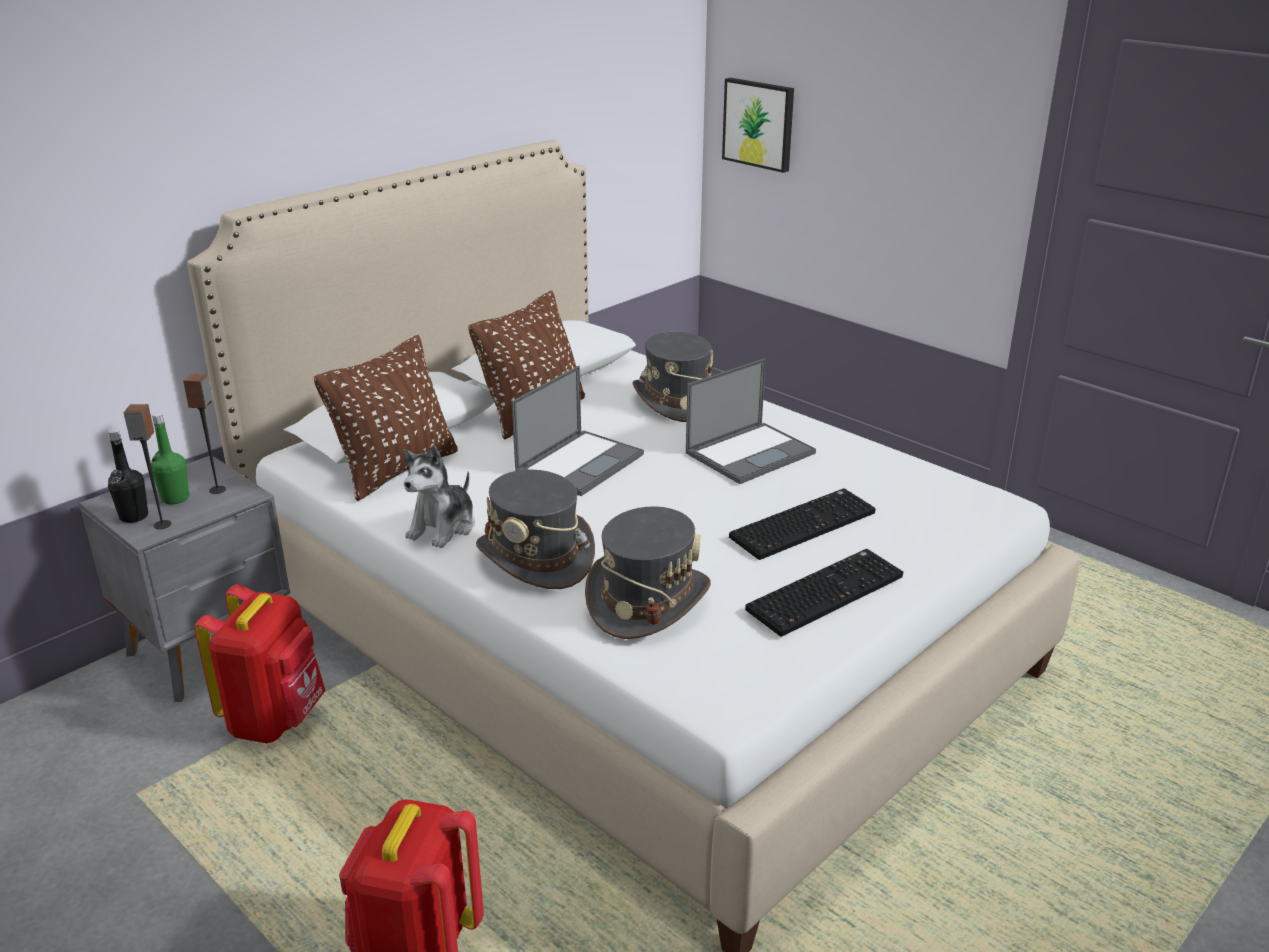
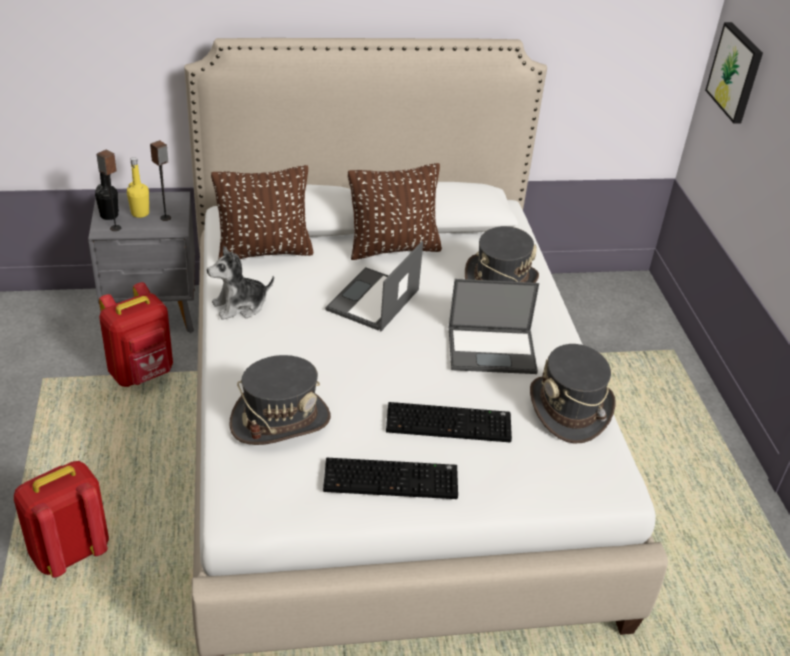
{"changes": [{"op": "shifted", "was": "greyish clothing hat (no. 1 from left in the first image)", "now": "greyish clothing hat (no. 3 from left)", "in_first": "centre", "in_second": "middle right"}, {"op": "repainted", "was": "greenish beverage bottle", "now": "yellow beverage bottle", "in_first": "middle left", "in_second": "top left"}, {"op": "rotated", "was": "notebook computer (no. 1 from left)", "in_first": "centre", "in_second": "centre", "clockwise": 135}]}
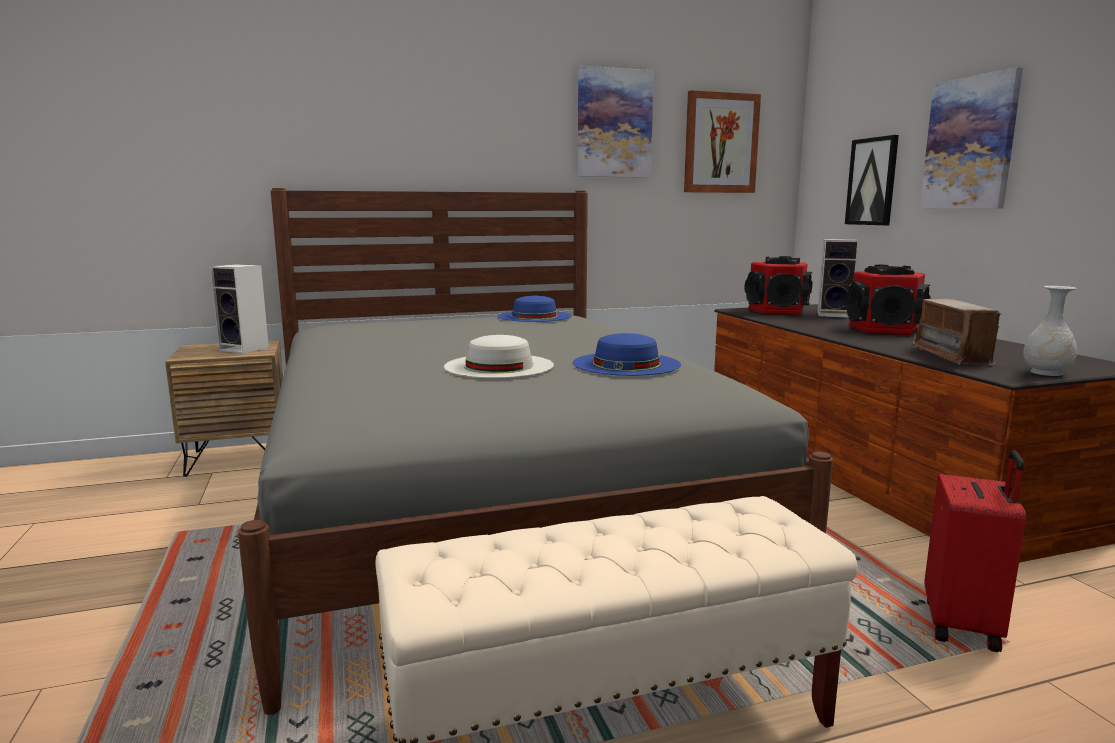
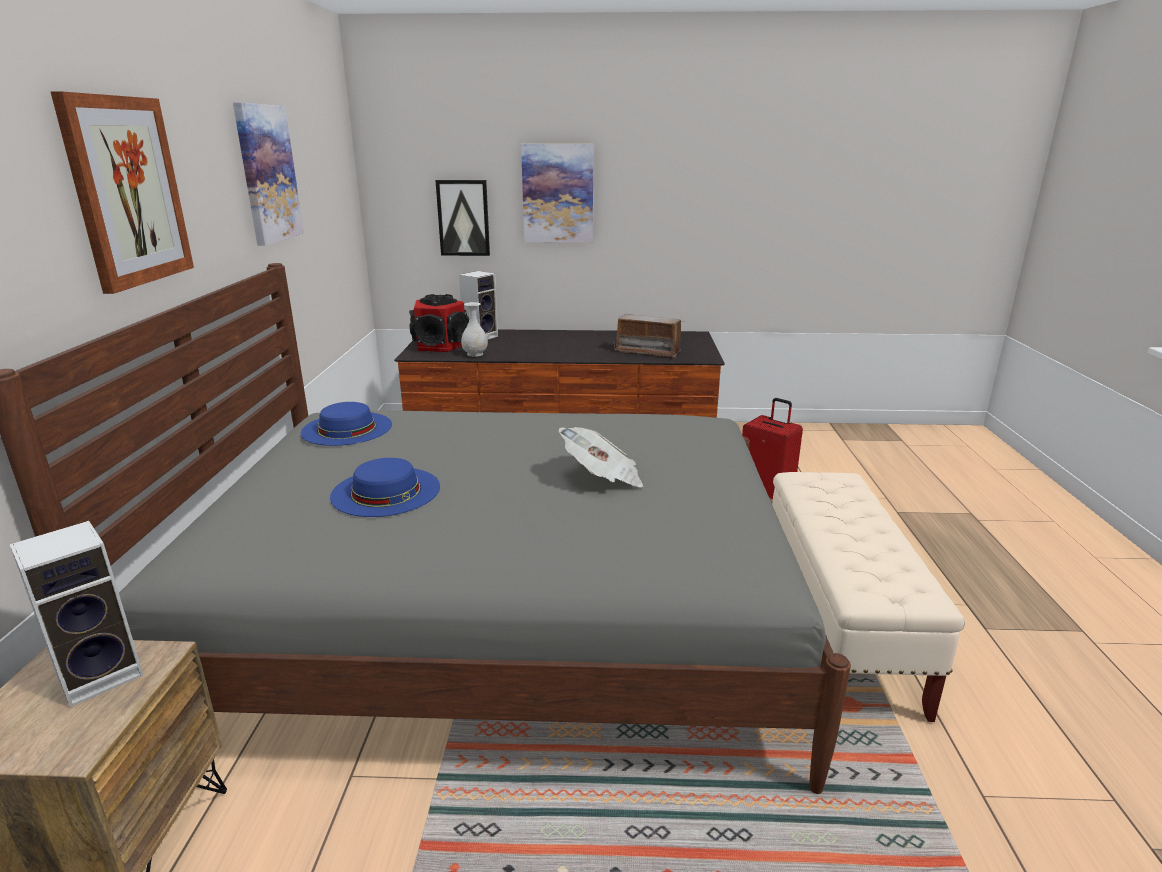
{"changes": [{"op": "gone", "was": "speaker (no. 4 from left)", "in_first": "middle right"}, {"op": "shifted", "was": "bluish clothing hat (no. 2 from left)", "in_first": "centre", "in_second": "middle left"}, {"op": "shifted", "was": "wall picture (no. 2 from left in the first image)", "now": "wall picture (no. 1 from left)", "in_first": "top centre", "in_second": "top left"}, {"op": "shifted", "was": "whitish decorative vase", "in_first": "middle right", "in_second": "centre"}, {"op": "swapped", "was": "whitish clothing hat", "now": "printed paper", "in_first": "centre", "in_second": "centre"}]}
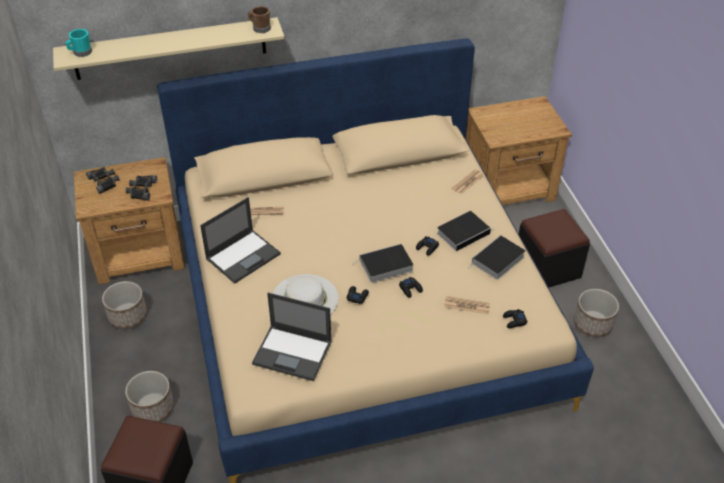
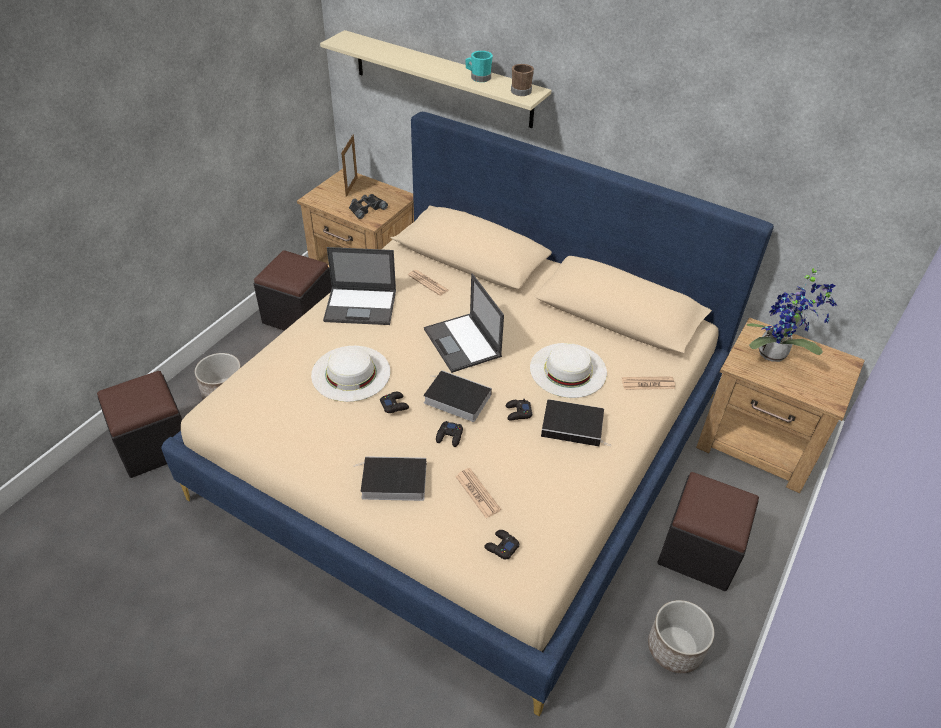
{"changes": [{"op": "new", "now": "whitish clothing hat (no. 2 from left)", "in_second": "centre"}, {"op": "new", "now": "potted plant", "in_second": "middle right"}, {"op": "shifted", "was": "turquoise tea mug", "in_first": "top left", "in_second": "top centre"}, {"op": "shifted", "was": "notebook computer (no. 2 from left)", "in_first": "bottom centre", "in_second": "centre"}, {"op": "shifted", "was": "book (no. 3 from left in the first image)", "now": "book (no. 1 from left)", "in_first": "middle right", "in_second": "centre"}, {"op": "swapped", "was": "blackish binoculars (no. 1 from left)", "now": "photo frame", "in_first": "middle left", "in_second": "top centre"}, {"op": "swapped", "was": "flower pot (no. 1 from left)", "now": "blackish footrest (no. 2 from left)", "in_first": "middle left", "in_second": "middle left"}]}
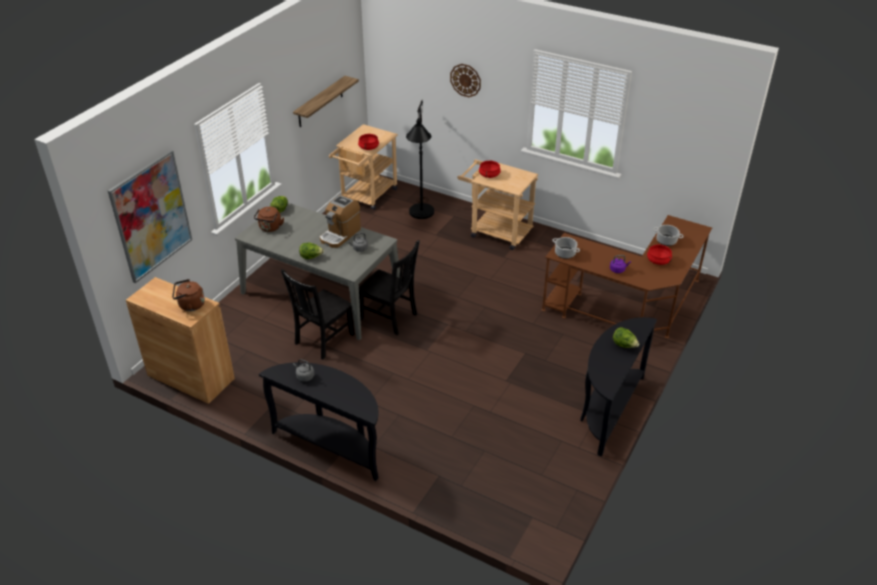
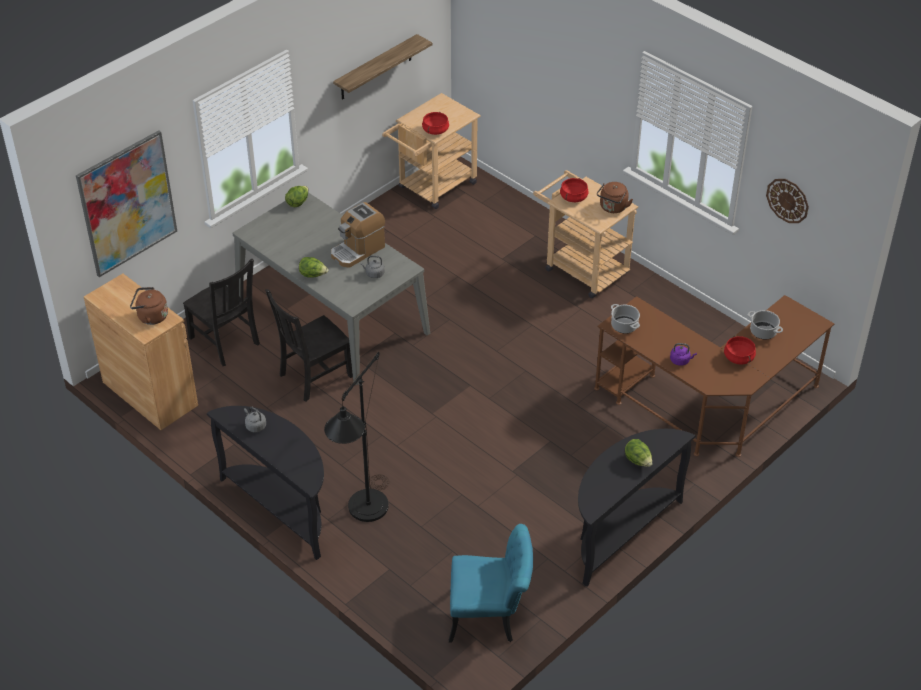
{"changes": [{"op": "new", "now": "turquoise upright chair", "in_second": "bottom centre"}, {"op": "shifted", "was": "brown-coloured kettle (no. 2 from left)", "in_first": "middle left", "in_second": "top right"}, {"op": "shifted", "was": "blackish upright chair (no. 2 from left in the first image)", "now": "blackish upright chair (no. 1 from left)", "in_first": "centre", "in_second": "middle left"}, {"op": "shifted", "was": "blackish standard lamp", "in_first": "top centre", "in_second": "centre"}, {"op": "shifted", "was": "hanging clock", "in_first": "top centre", "in_second": "top right"}]}
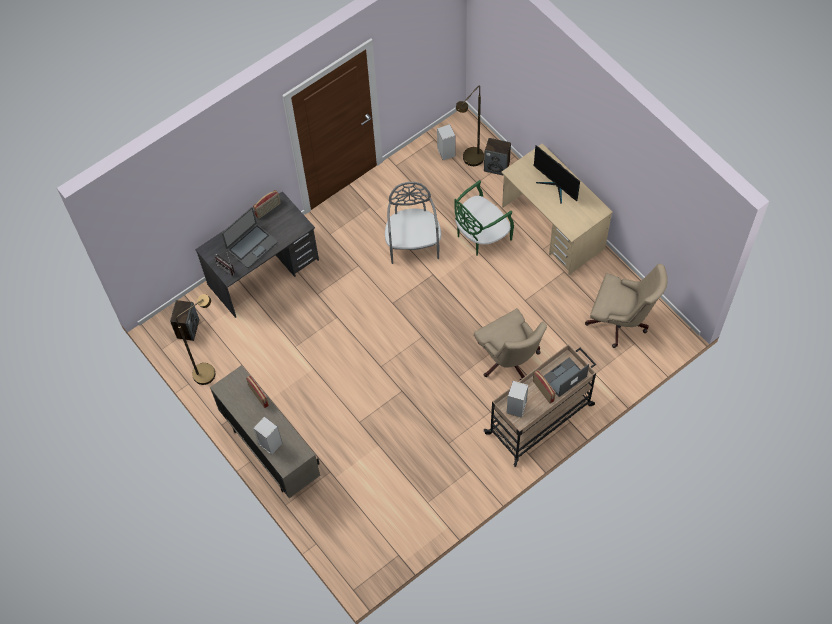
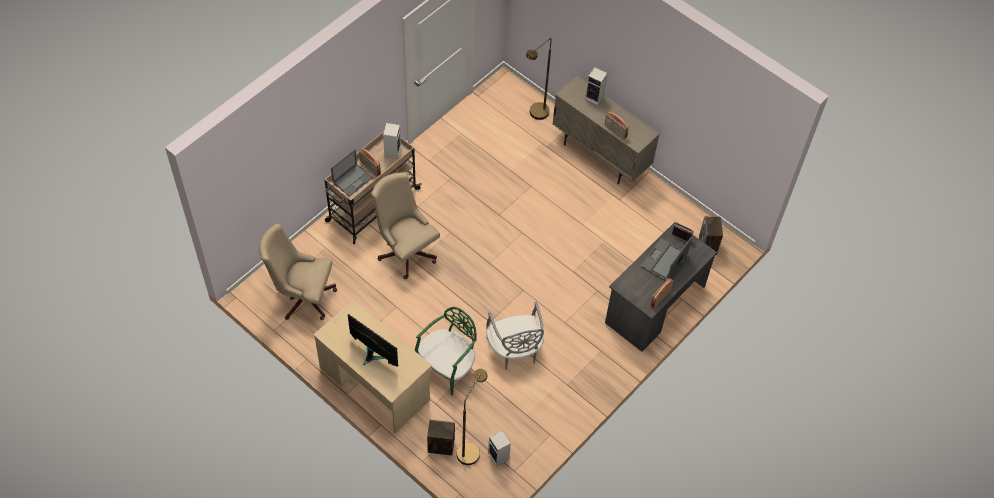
{"changes": [{"op": "shifted", "was": "brown-coloured standard lamp (no. 1 from left in the first image)", "now": "brown-coloured standard lamp (no. 2 from left)", "in_first": "middle left", "in_second": "top centre"}]}
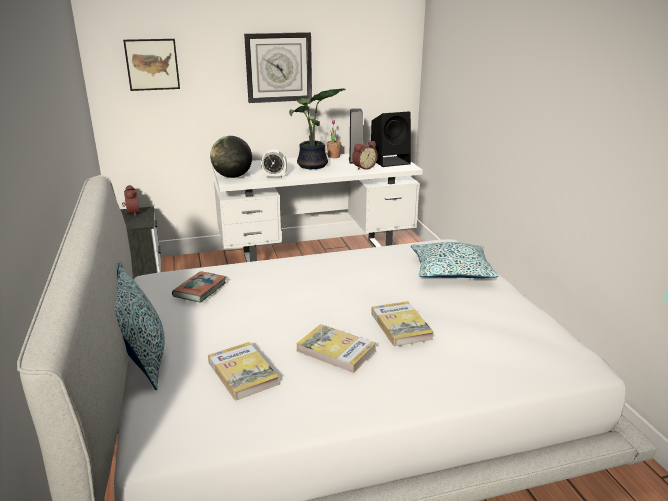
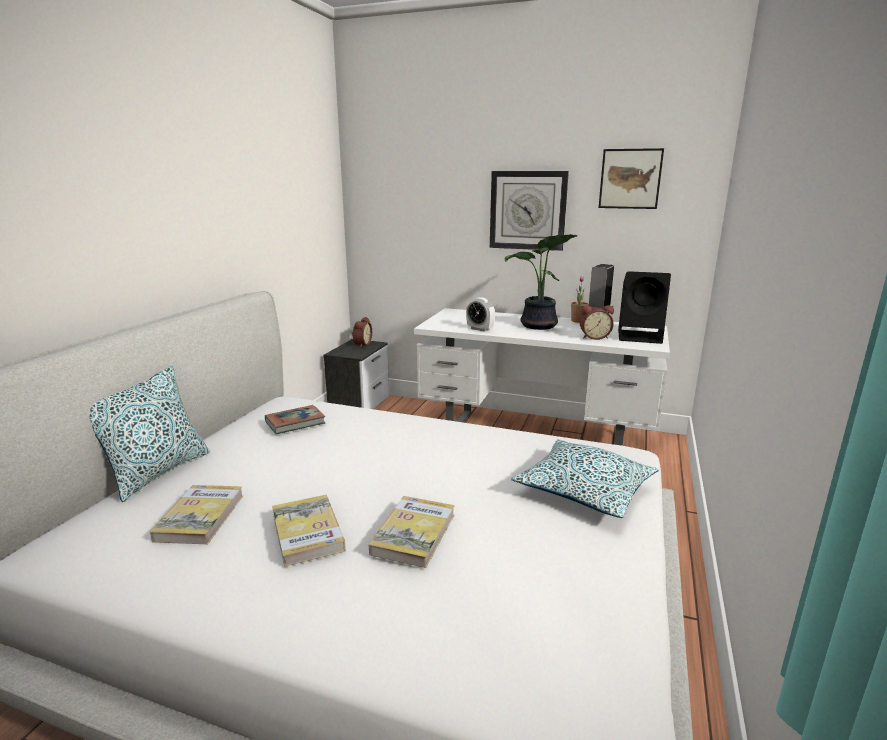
{"changes": [{"op": "gone", "was": "world globe", "in_first": "top centre"}, {"op": "shifted", "was": "wall picture", "in_first": "top left", "in_second": "top right"}]}
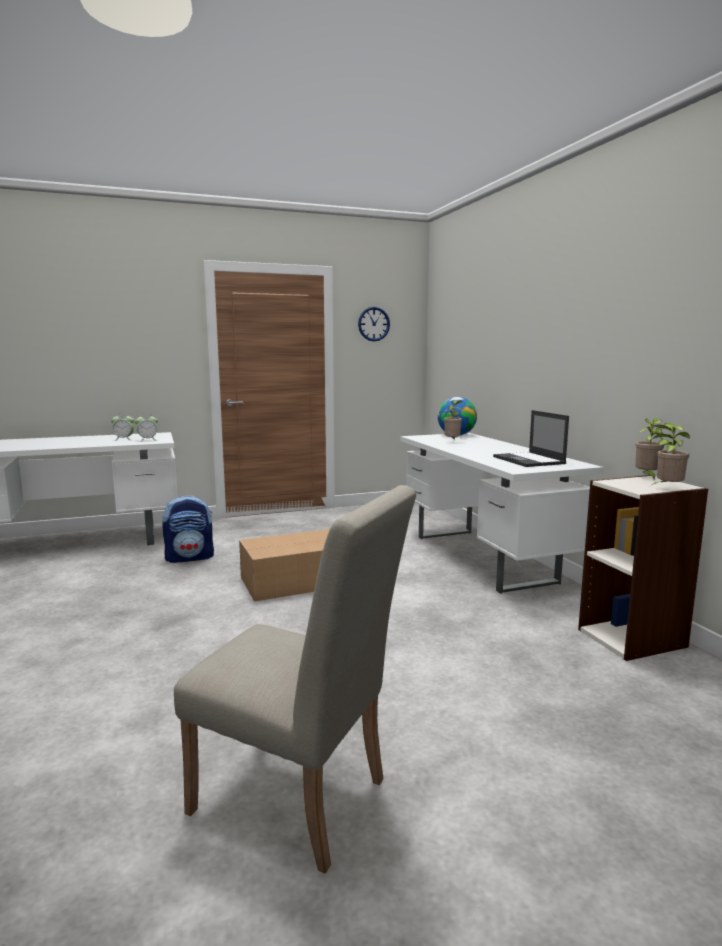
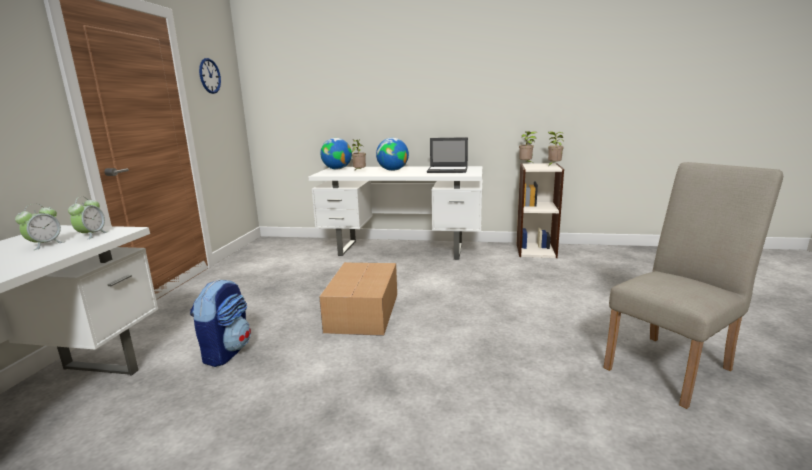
{"changes": [{"op": "new", "now": "world globe (no. 2 from left)", "in_second": "top centre"}]}
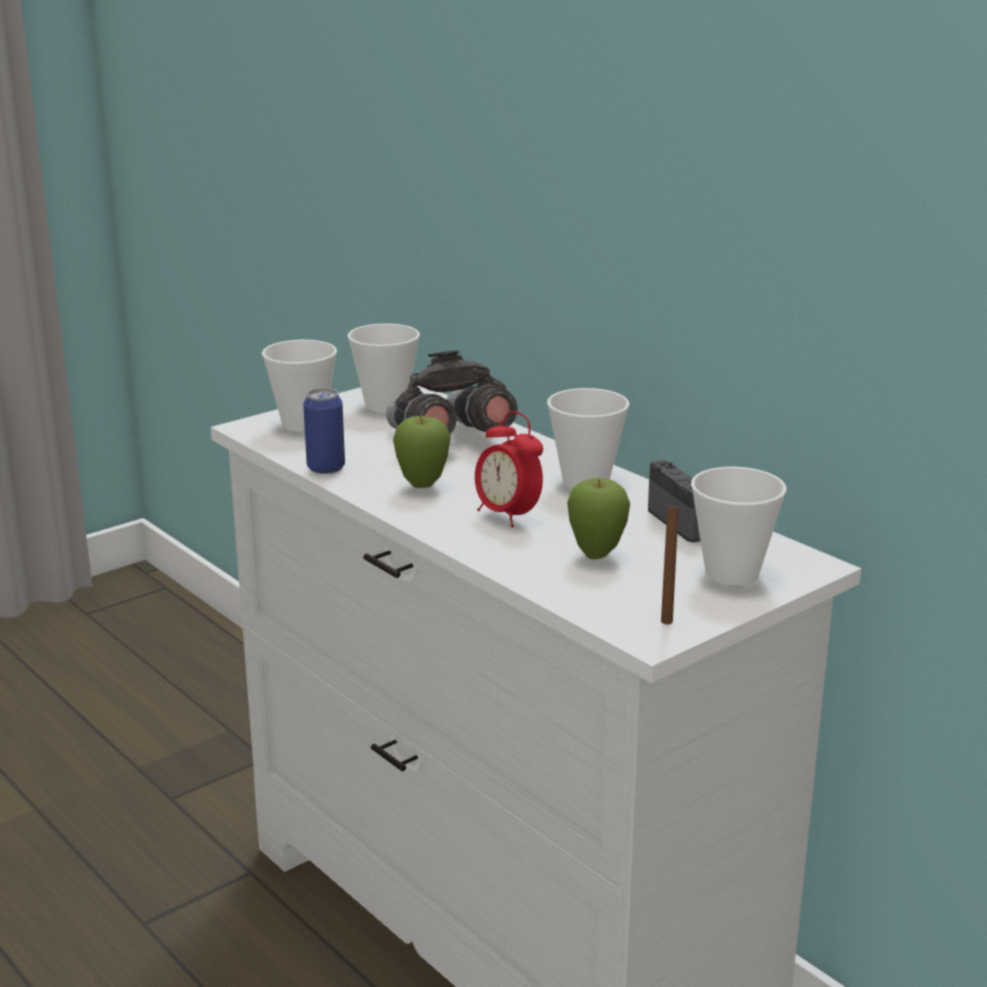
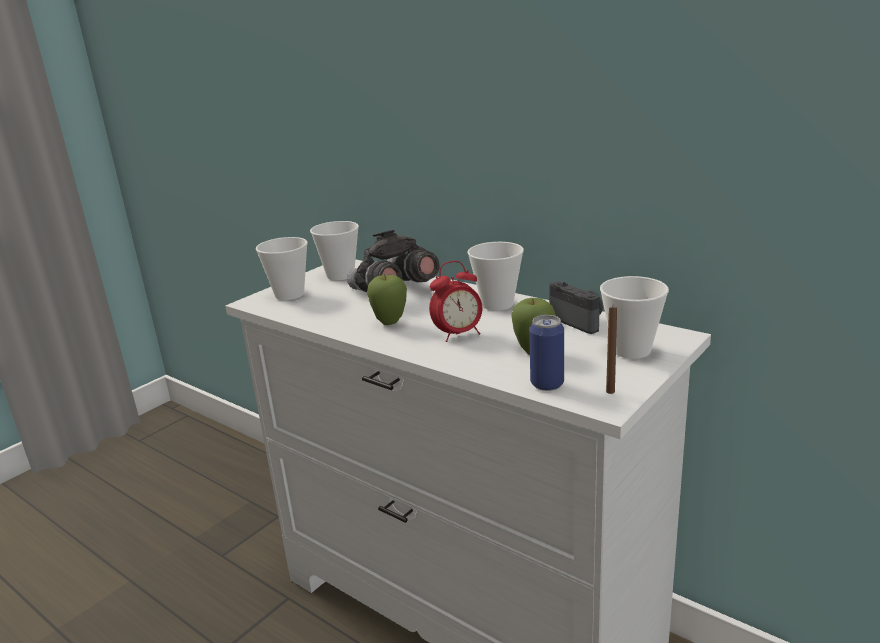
{"changes": [{"op": "shifted", "was": "metal can", "in_first": "middle left", "in_second": "centre"}, {"op": "rotated", "was": "bedside clock", "in_first": "centre", "in_second": "centre", "clockwise": -60}]}
